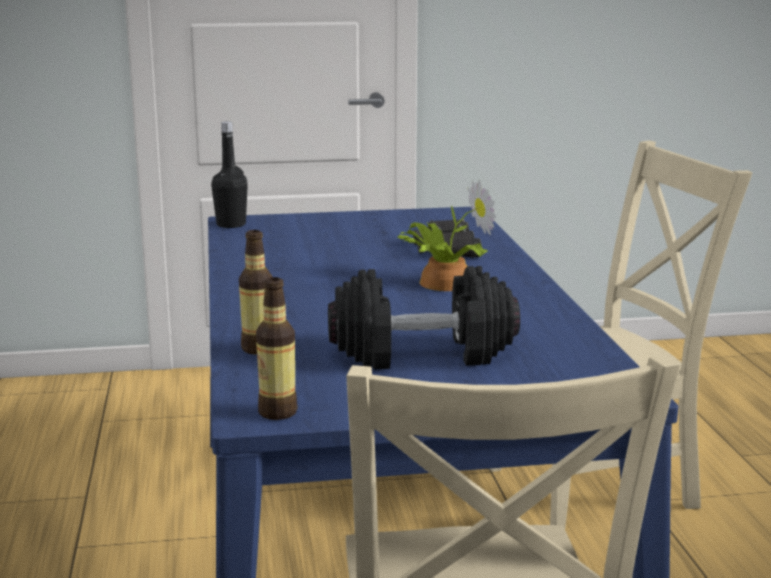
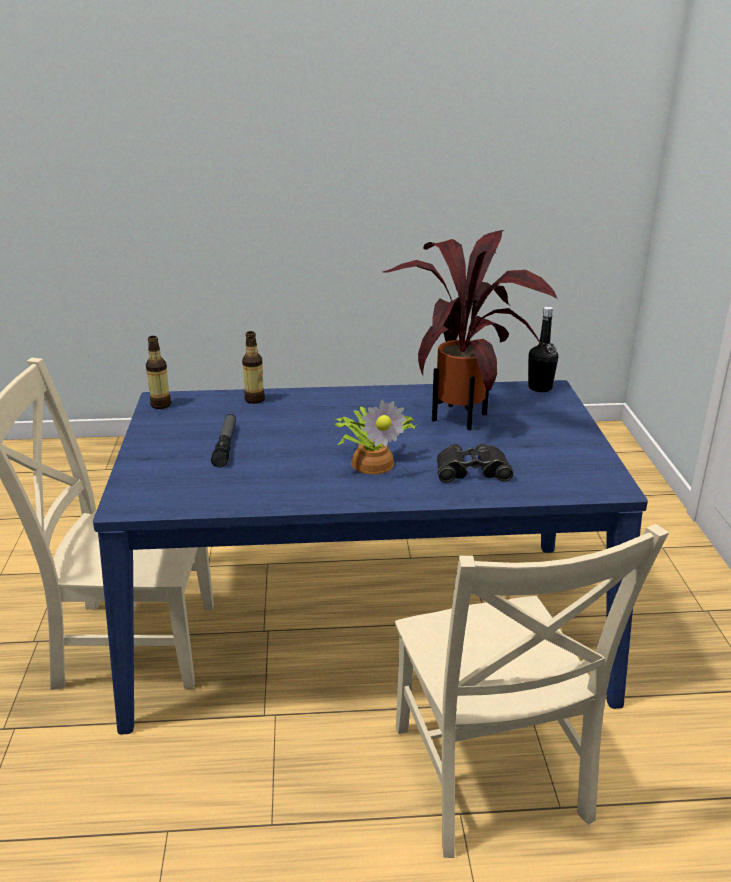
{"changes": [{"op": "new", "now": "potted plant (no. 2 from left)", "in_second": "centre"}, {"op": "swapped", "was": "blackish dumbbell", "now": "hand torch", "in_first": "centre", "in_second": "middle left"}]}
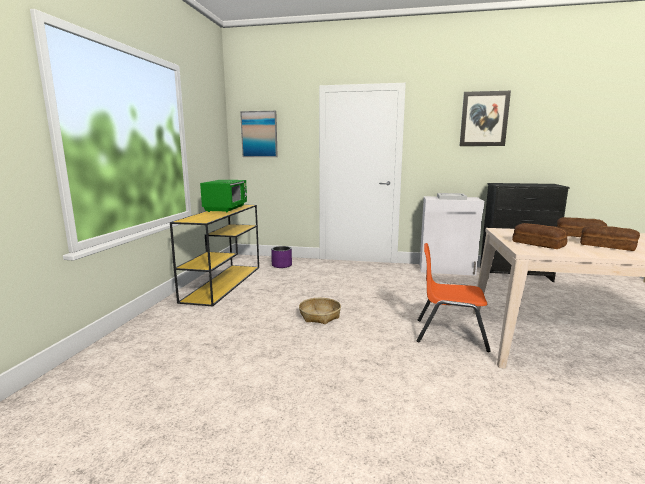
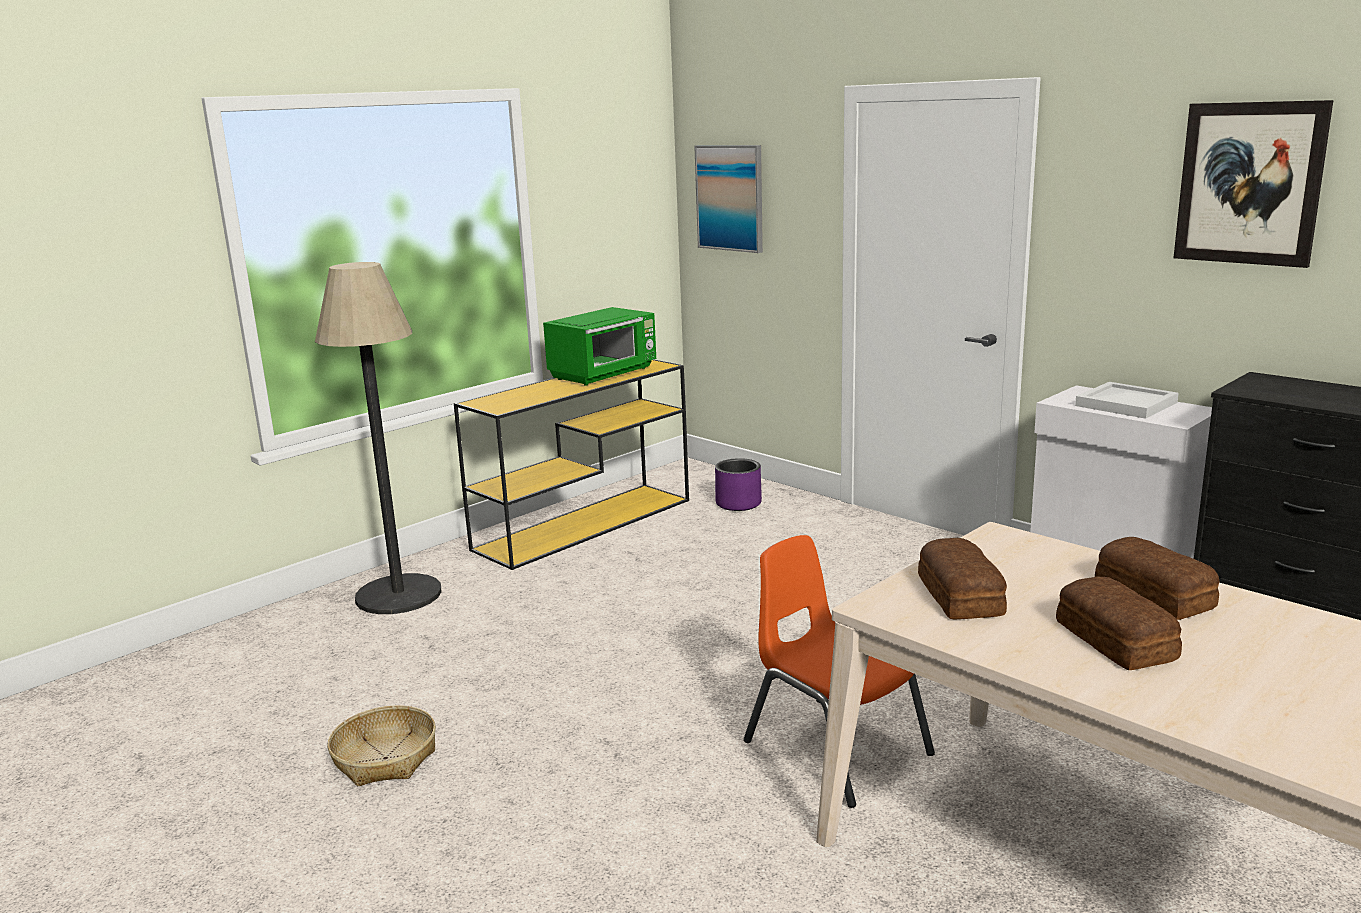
{"changes": [{"op": "new", "now": "standard lamp", "in_second": "middle left"}, {"op": "shifted", "was": "basket", "in_first": "centre", "in_second": "bottom left"}]}
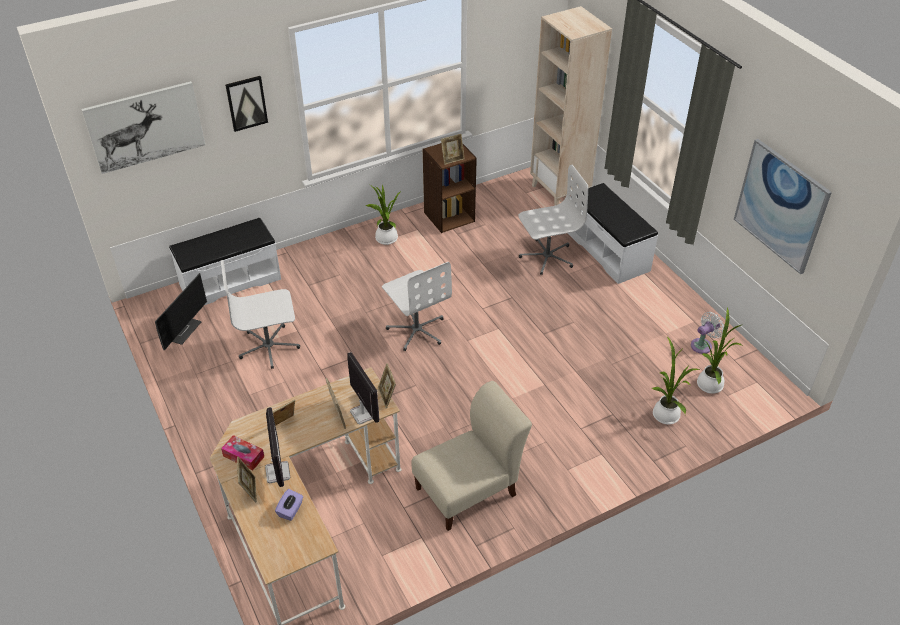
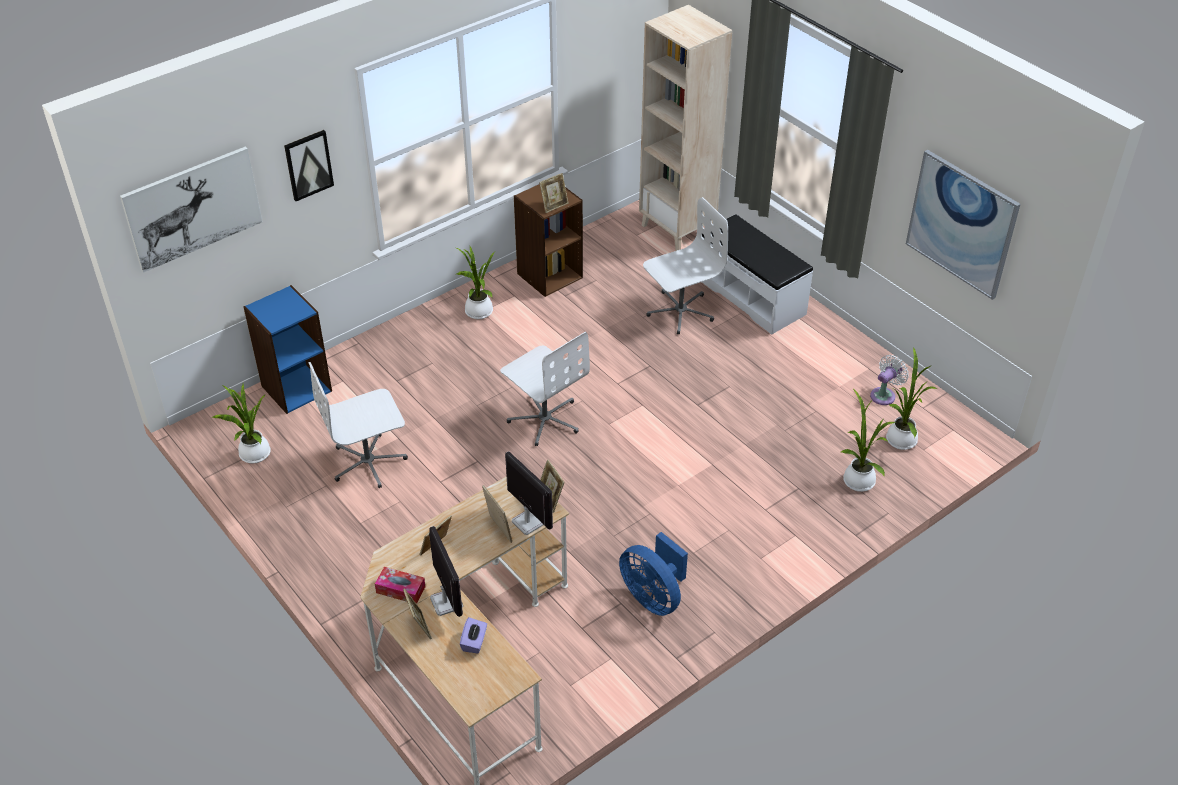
{"changes": [{"op": "swapped", "was": "computer screen (no. 1 from left)", "now": "potted plant (no. 1 from left)", "in_first": "middle left", "in_second": "middle left"}, {"op": "swapped", "was": "whitish bench (no. 1 from left)", "now": "bluish shelving unit", "in_first": "middle left", "in_second": "middle left"}, {"op": "swapped", "was": "sand-coloured upright chair", "now": "bluish cooling fan", "in_first": "bottom centre", "in_second": "bottom centre"}]}
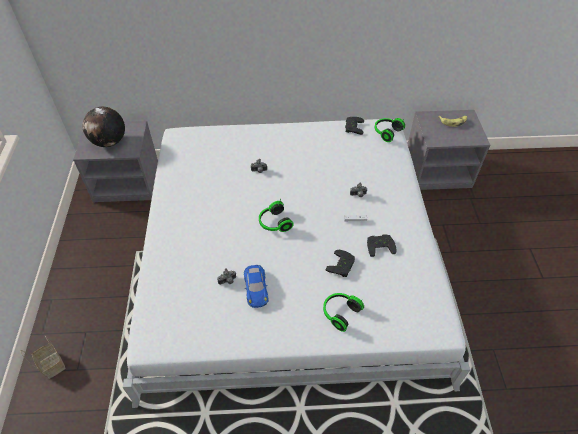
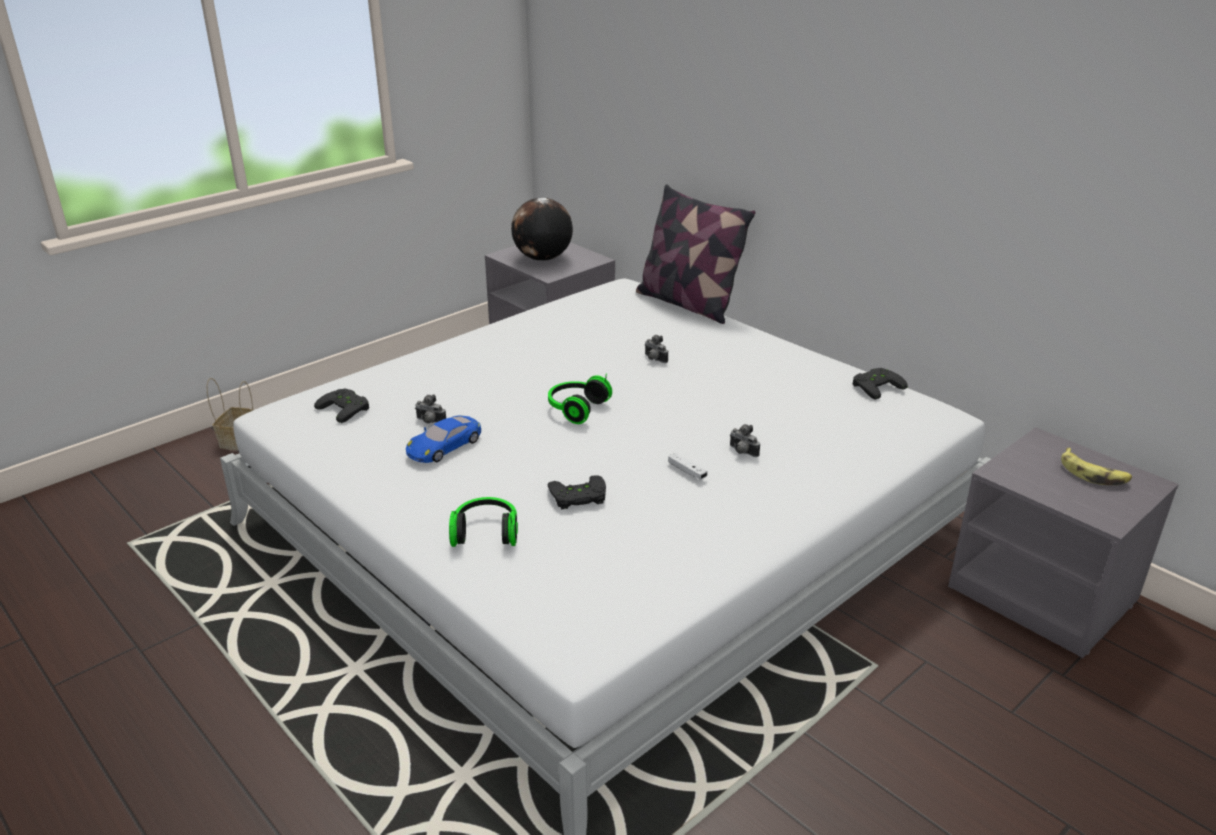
{"changes": [{"op": "gone", "was": "headphones (no. 3 from left)", "in_first": "top right"}, {"op": "new", "now": "cushion", "in_second": "top centre"}, {"op": "shifted", "was": "blackish gamepad (no. 3 from left in the first image)", "now": "blackish gamepad (no. 1 from left)", "in_first": "centre", "in_second": "middle left"}]}
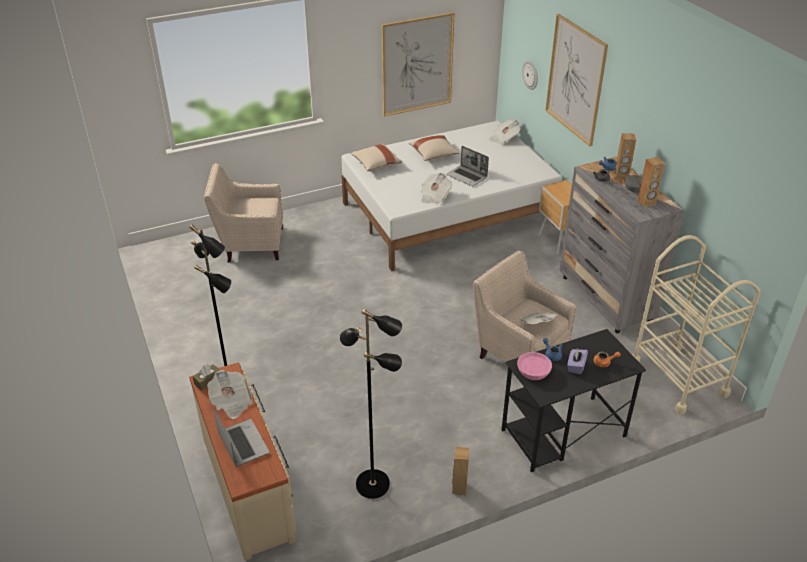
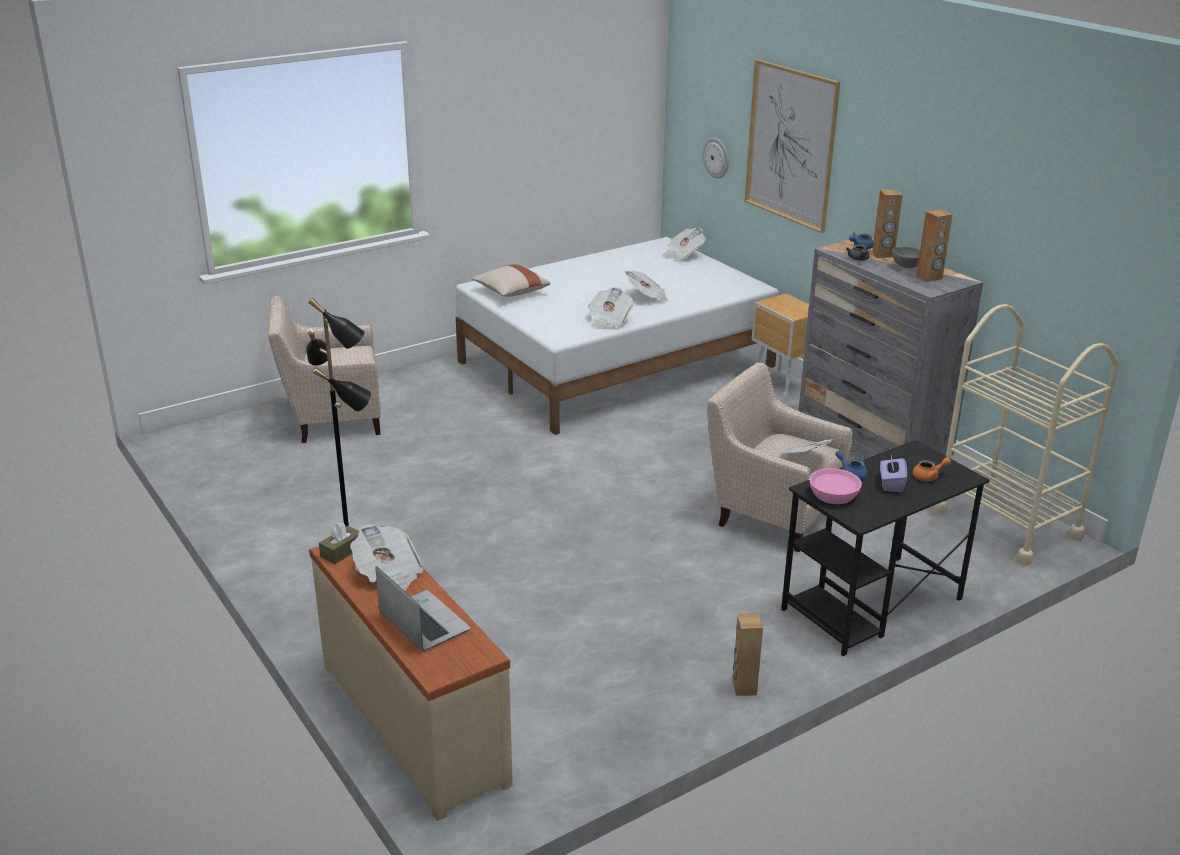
{"changes": [{"op": "gone", "was": "blackish standard lamp (no. 2 from left)", "in_first": "bottom centre"}, {"op": "gone", "was": "wall picture (no. 1 from left)", "in_first": "top centre"}, {"op": "gone", "was": "sand-coloured cushion (no. 2 from left)", "in_first": "top centre"}, {"op": "swapped", "was": "notebook computer (no. 2 from left)", "now": "printed paper (no. 3 from left)", "in_first": "top centre", "in_second": "centre"}]}
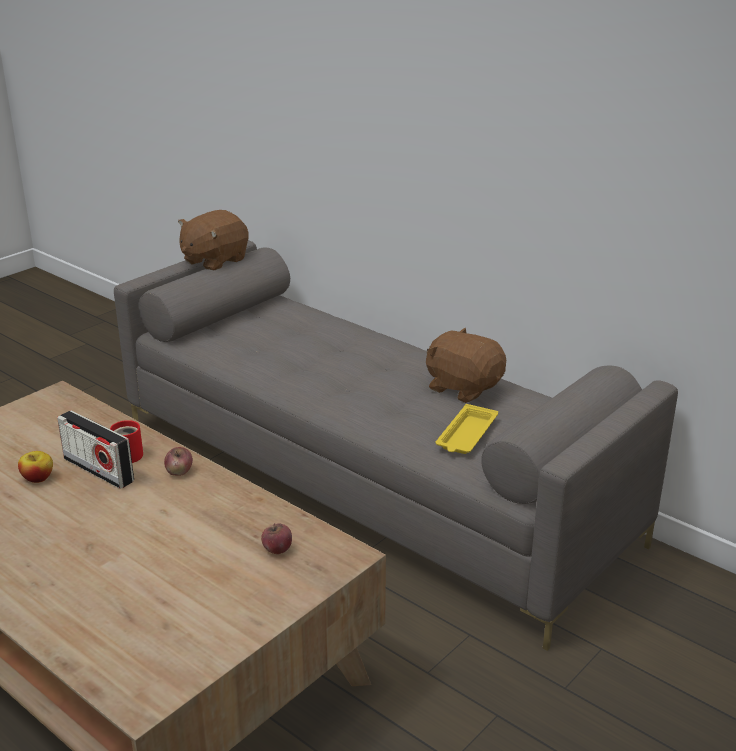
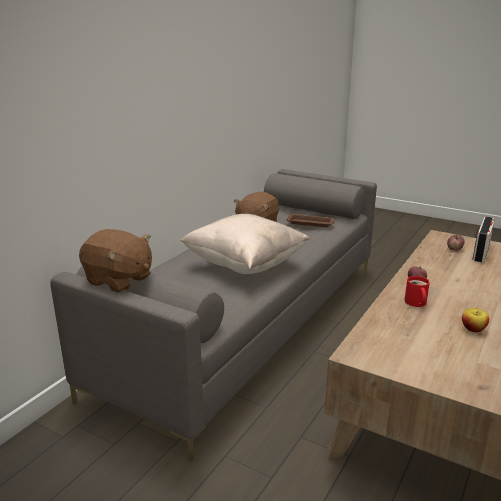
{"changes": [{"op": "new", "now": "sand-coloured cushion", "in_second": "centre"}, {"op": "shifted", "was": "radio receiver", "in_first": "middle left", "in_second": "middle right"}, {"op": "repainted", "was": "yellow tray", "now": "brown-coloured tray", "in_first": "centre", "in_second": "centre"}]}
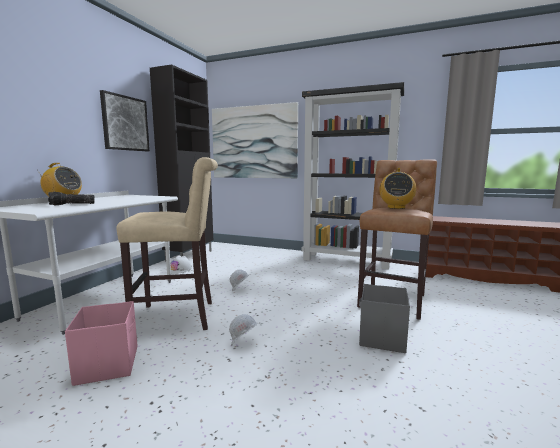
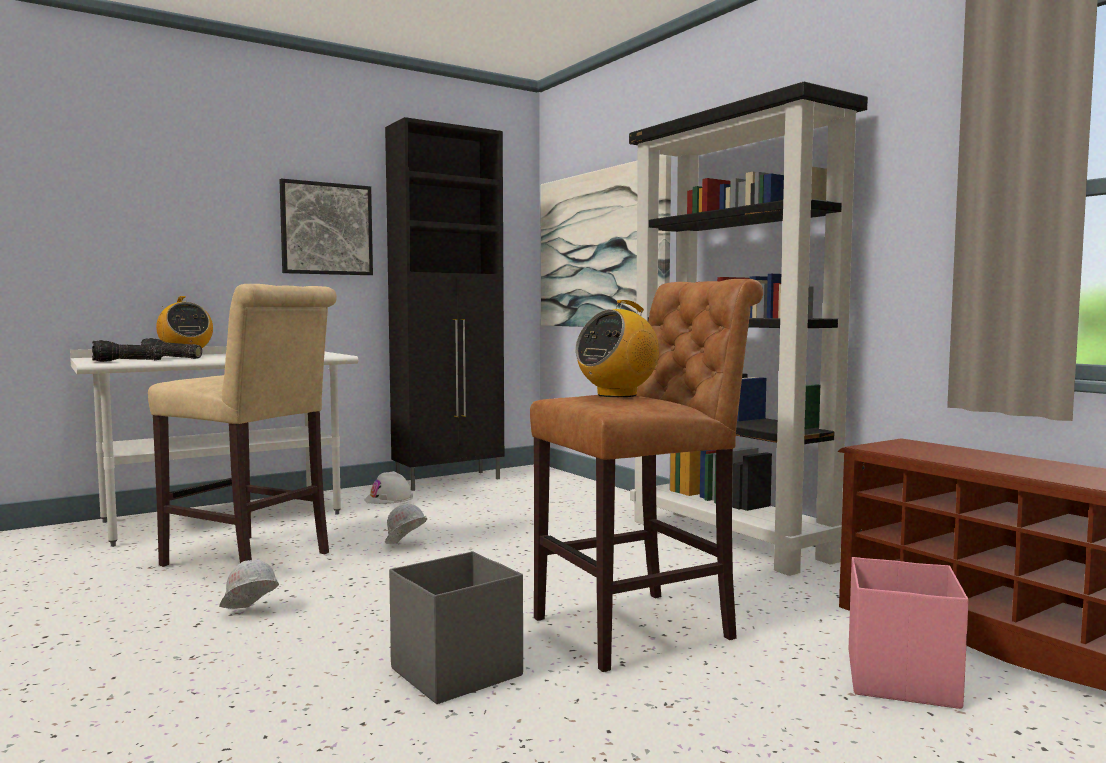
{"changes": [{"op": "new", "now": "hand torch (no. 1 from left)", "in_second": "middle left"}, {"op": "shifted", "was": "pinkish storage bin", "in_first": "bottom left", "in_second": "bottom right"}]}
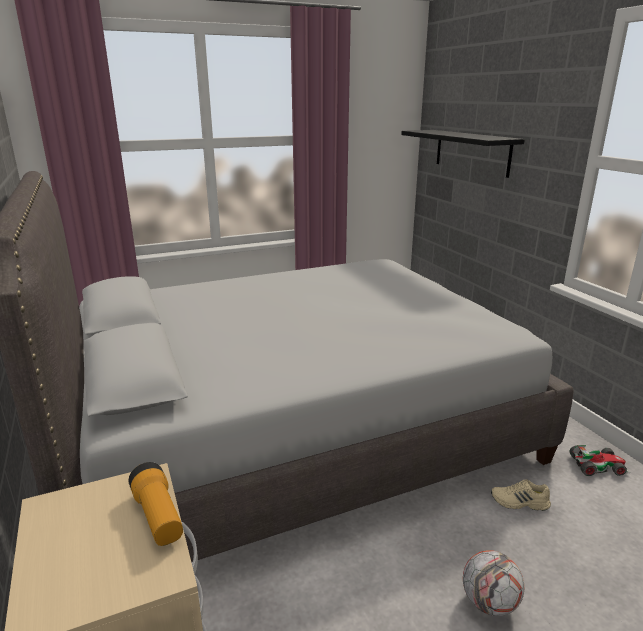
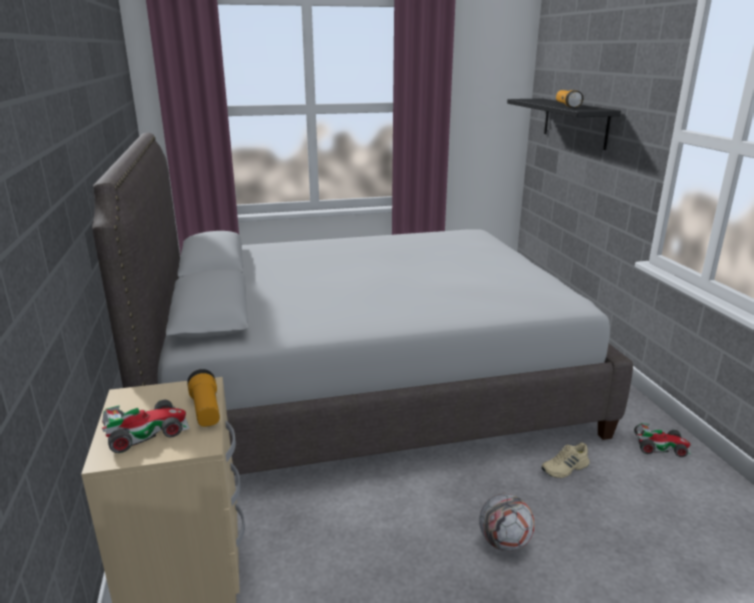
{"changes": [{"op": "new", "now": "toy car (no. 1 from left)", "in_second": "bottom left"}, {"op": "new", "now": "hand torch (no. 2 from left)", "in_second": "top right"}, {"op": "rotated", "was": "sand-coloured item of footwear", "in_first": "bottom right", "in_second": "bottom right", "clockwise": -45}]}
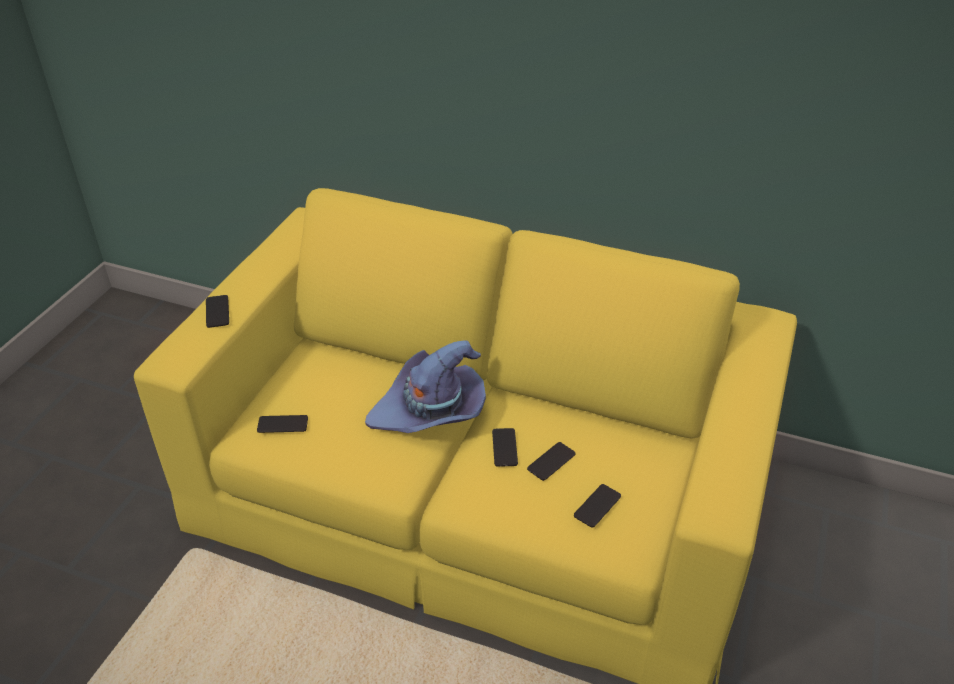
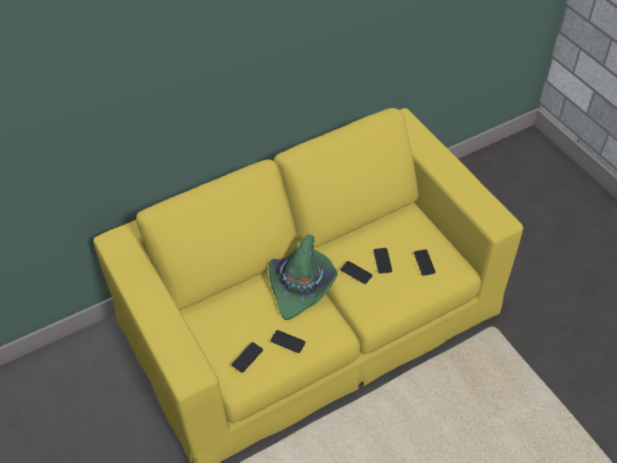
{"changes": [{"op": "shifted", "was": "handset (no. 1 from left in the first image)", "now": "handset (no. 2 from left)", "in_first": "middle left", "in_second": "bottom centre"}, {"op": "repainted", "was": "purple-coloured clothing hat", "now": "greenish clothing hat", "in_first": "centre", "in_second": "centre"}]}
